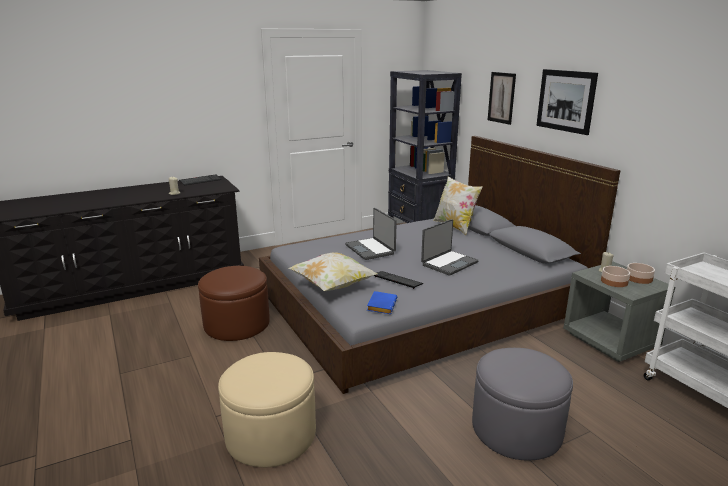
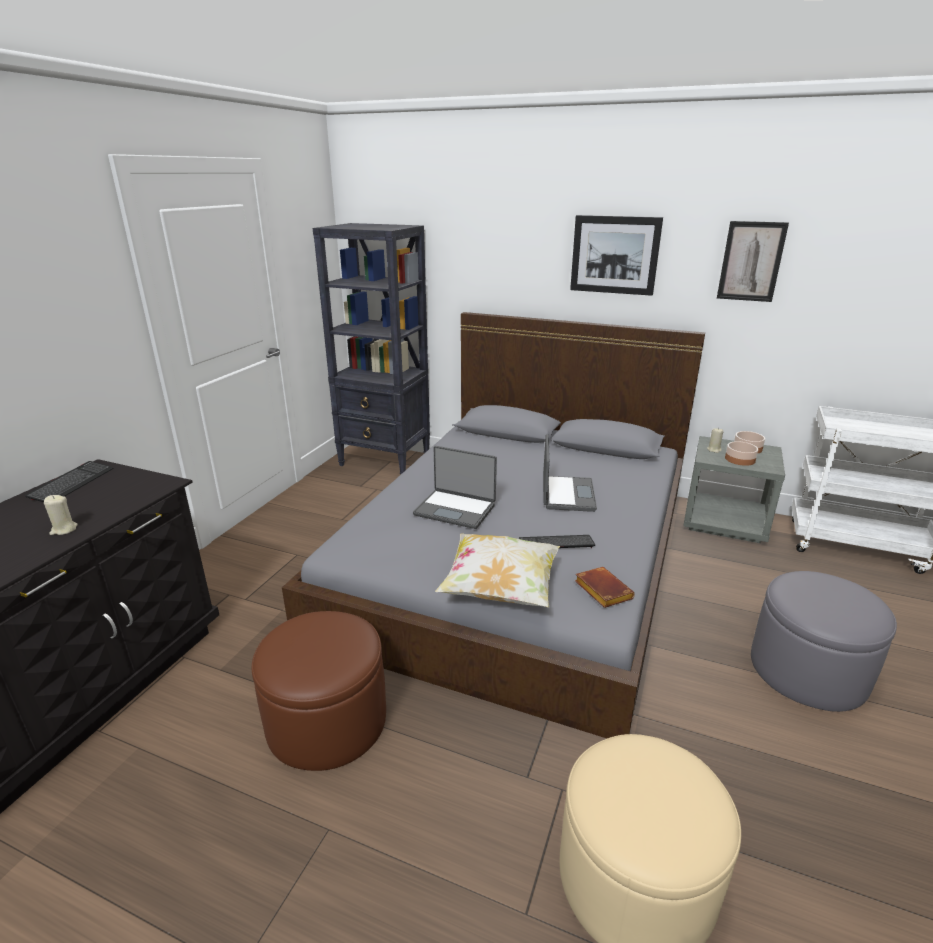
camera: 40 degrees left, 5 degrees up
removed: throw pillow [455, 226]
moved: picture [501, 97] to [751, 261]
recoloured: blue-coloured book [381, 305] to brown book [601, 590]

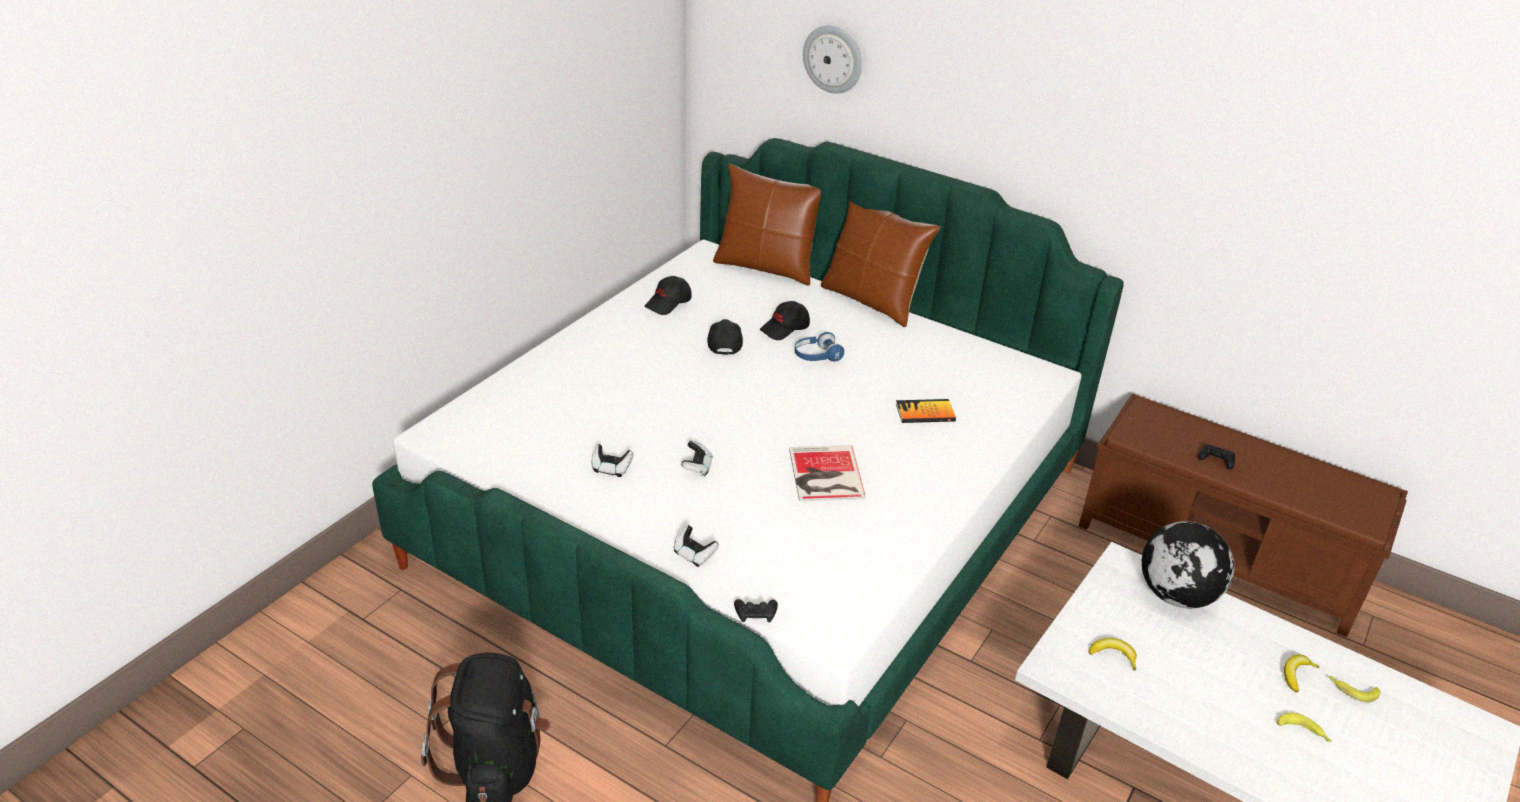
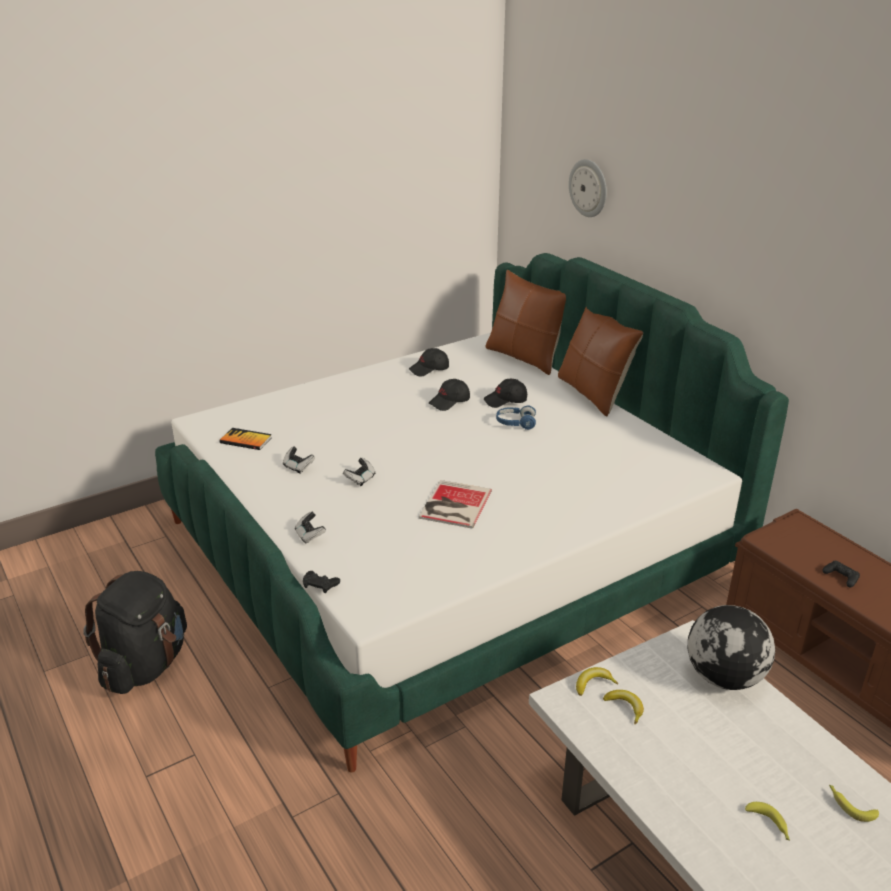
camera: 25 degrees right, 5 degrees down
moved: book [925, 413] to [246, 440]; banana fruit [1296, 674] to [593, 684]
turned: black cap [724, 343] = [450, 402] 150 degrees counterclockwise

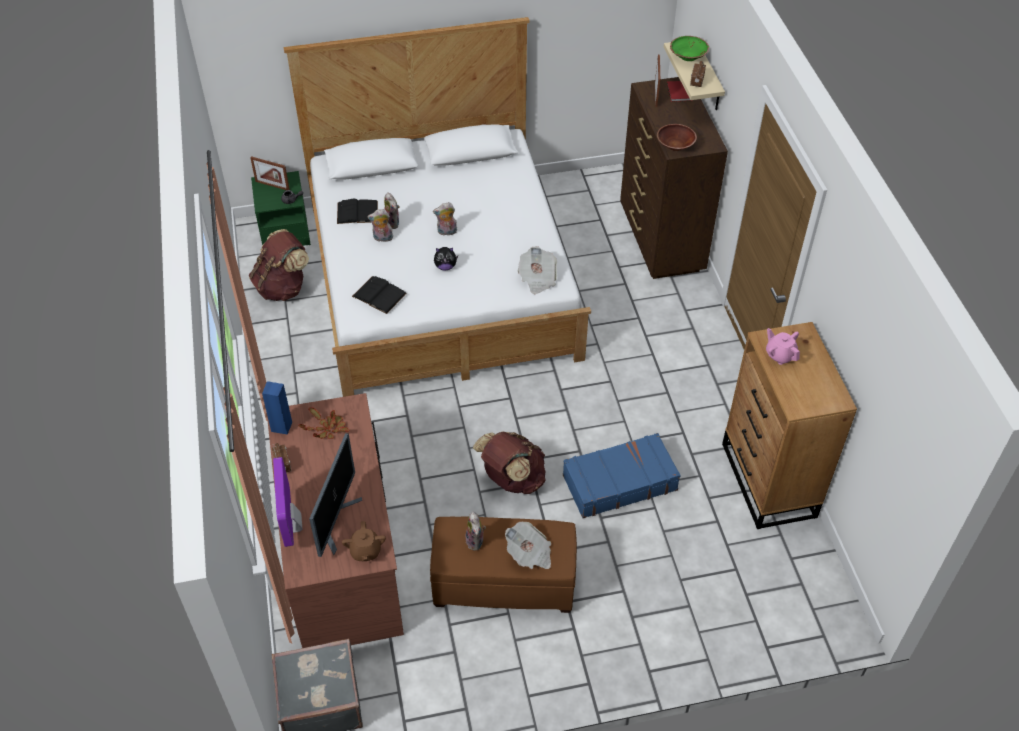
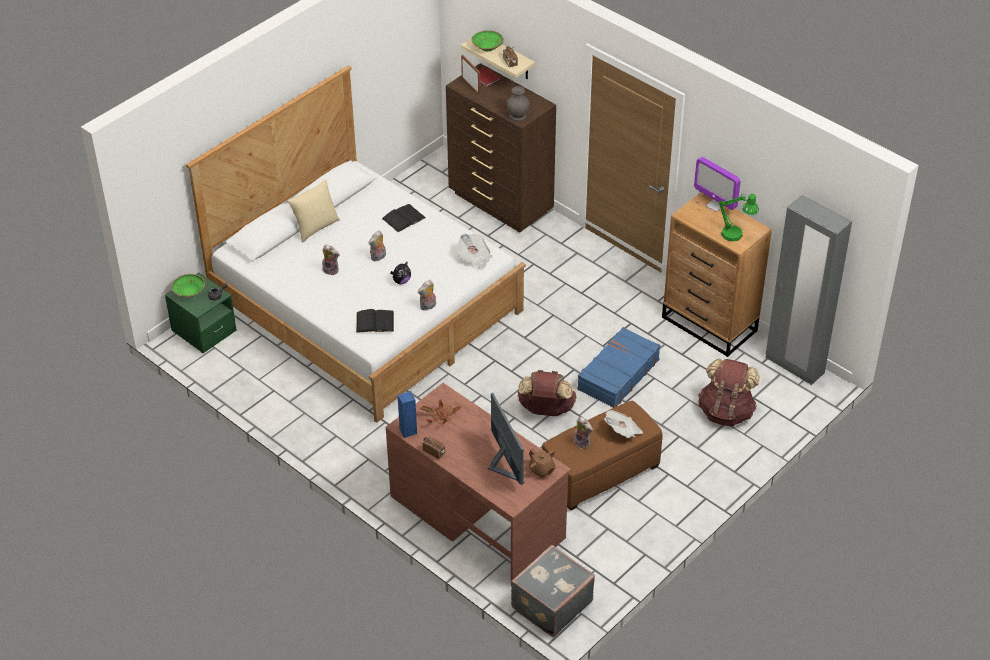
camera: 35 degrees left, 5 degrees down
removed: pink teapot [780, 355]
added: beige-coloured throw pillow [315, 228]; green-coloured lamp for a table [736, 235]; gray clothes cupboard [794, 366]
moved: brown knapsack [283, 287] to [726, 412]; monitor [291, 525] to [715, 205]; black book [357, 212] to [403, 218]; cuddly toy [382, 238] to [428, 307]
replaced: photo frame [272, 185] to green-coloured bowl [189, 292]; brown bowl [675, 145] to gray vase [518, 116]

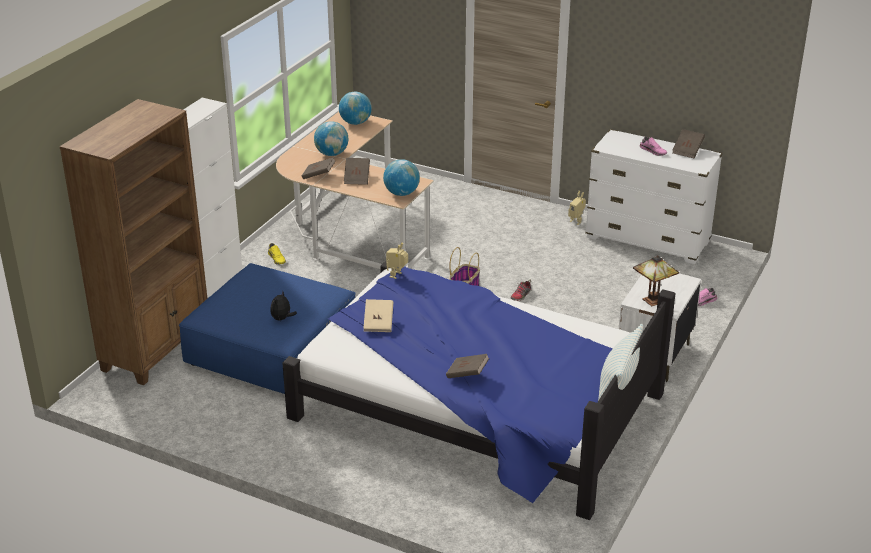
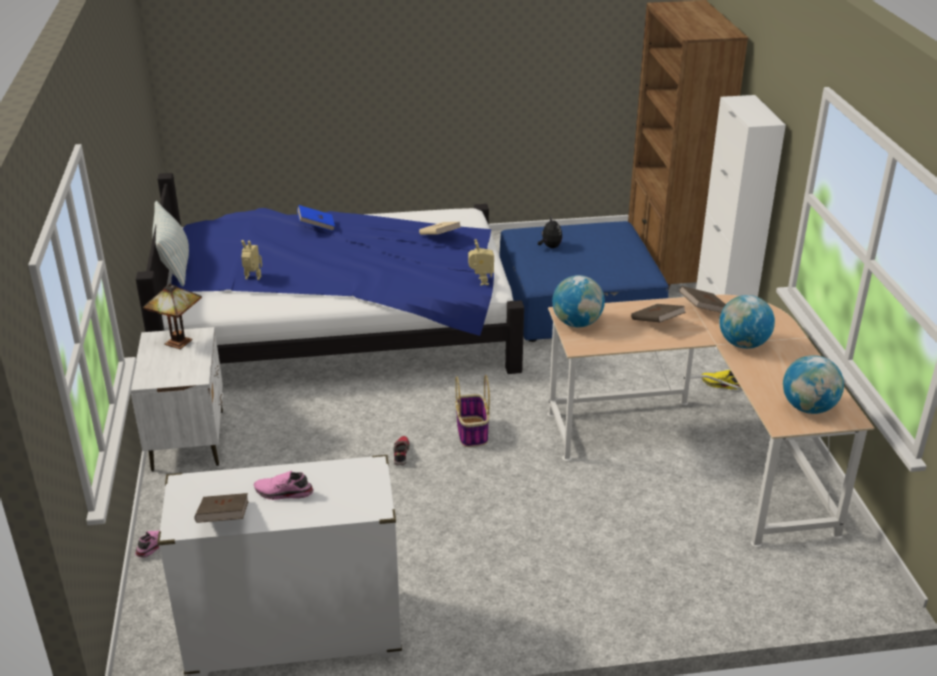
camera: 145 degrees right, 0 degrees up
moved: model robot [576, 221] to [252, 279]
recoloured: brown book [467, 374] to blue-coloured book [316, 226]

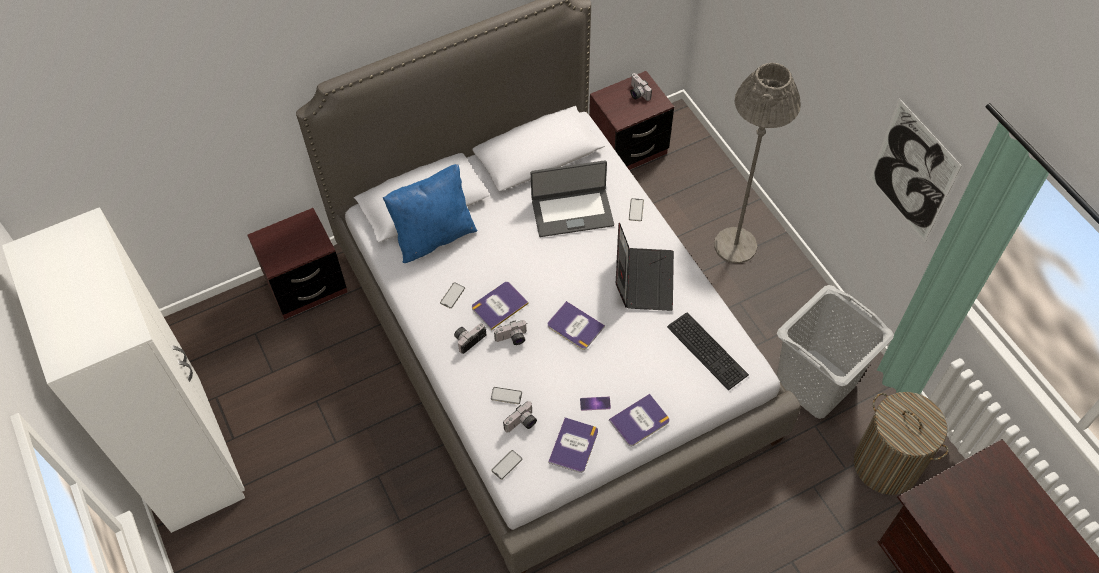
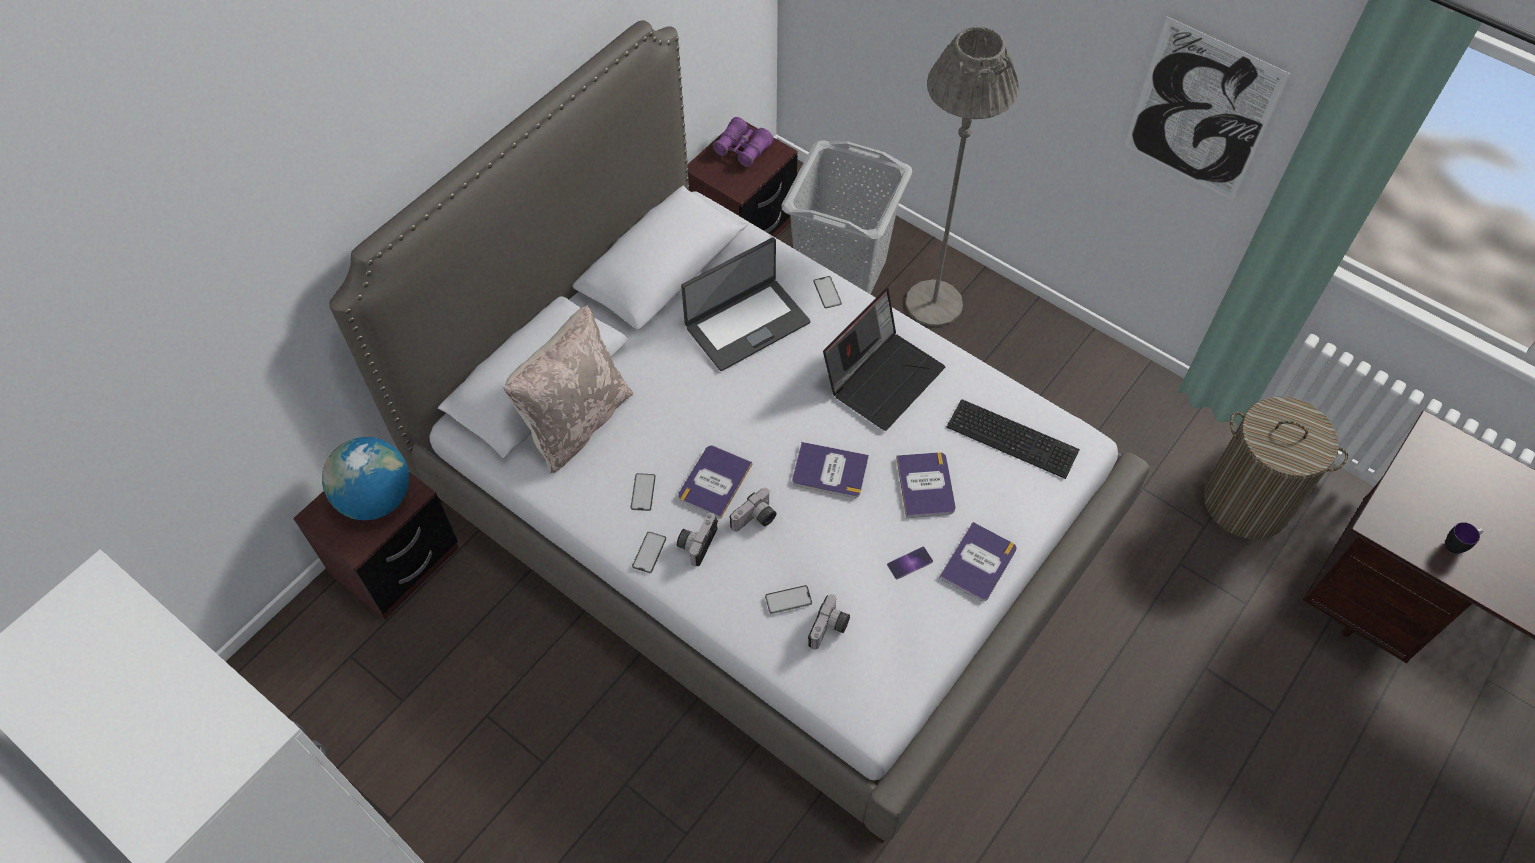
camera: 25 degrees left, 0 degrees up
added: globe [376, 498]; mug [1457, 545]
moved: phone [506, 465] to [649, 552]; book [573, 445] to [925, 485]; gray laundry basket [816, 383] to [842, 272]
replaced: still camera [637, 93] to purple-coloured pair of binoculars [742, 149]
recoloured: blue-coloured throw pillow [434, 236] to beige-coloured throw pillow [576, 421]
turned: laptop [643, 278] = [883, 377] 60 degrees clockwise

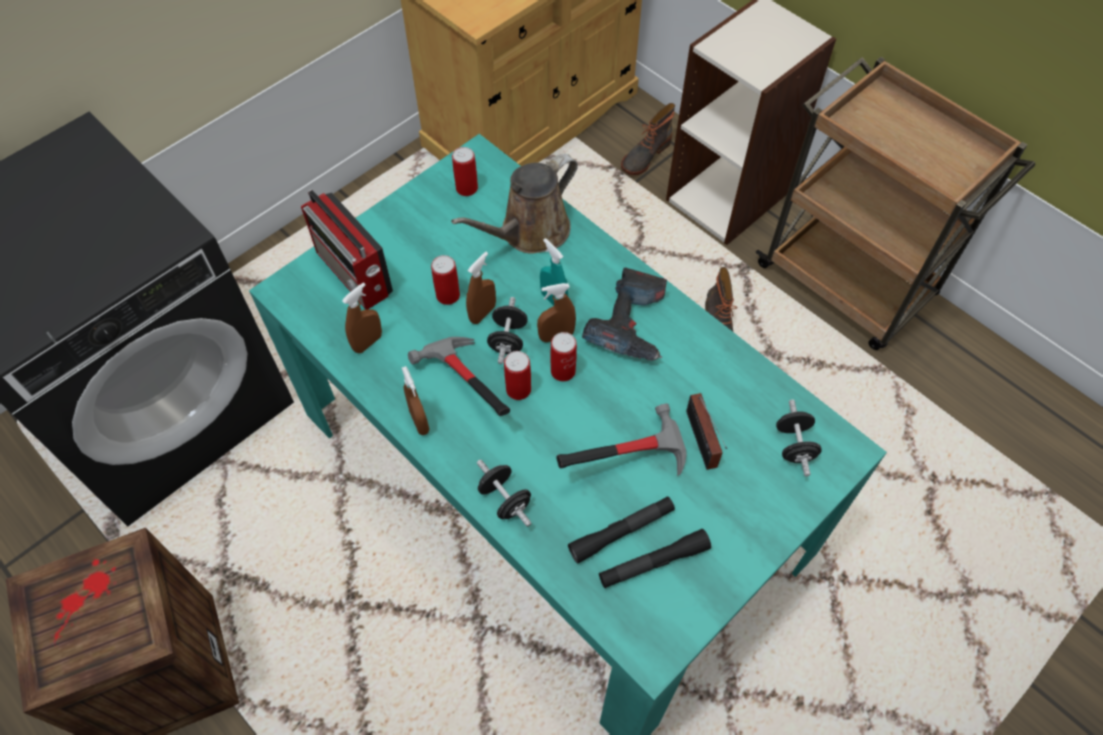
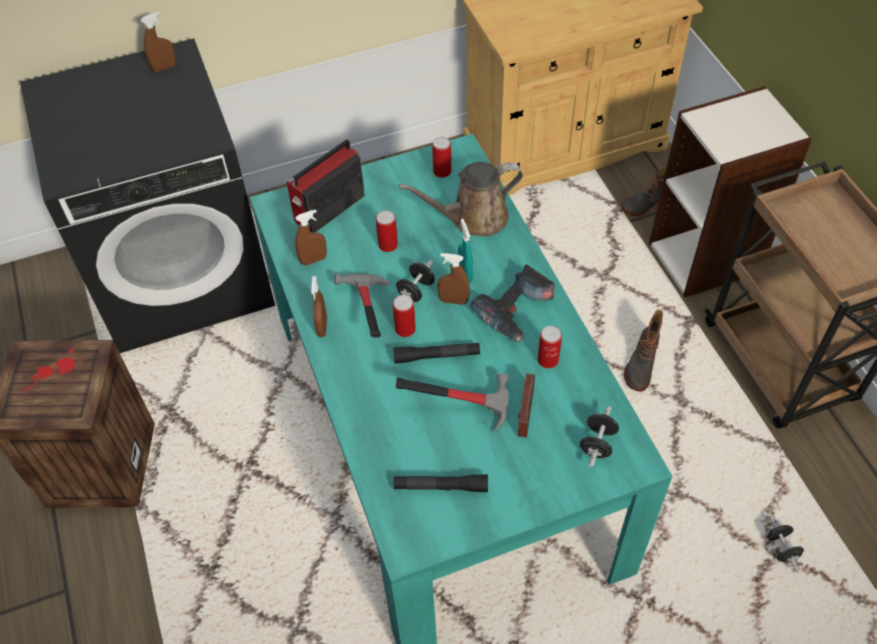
camera: 25 degrees right, 5 degrees down
moved: brown hand sprayer [482, 313] to [164, 67]; black hand weight [505, 499] to [781, 549]; sealed can [563, 371] to [548, 360]; black torch [621, 532] to [436, 356]
turned: radio receiver [355, 275] = [328, 209] 60 degrees clockwise

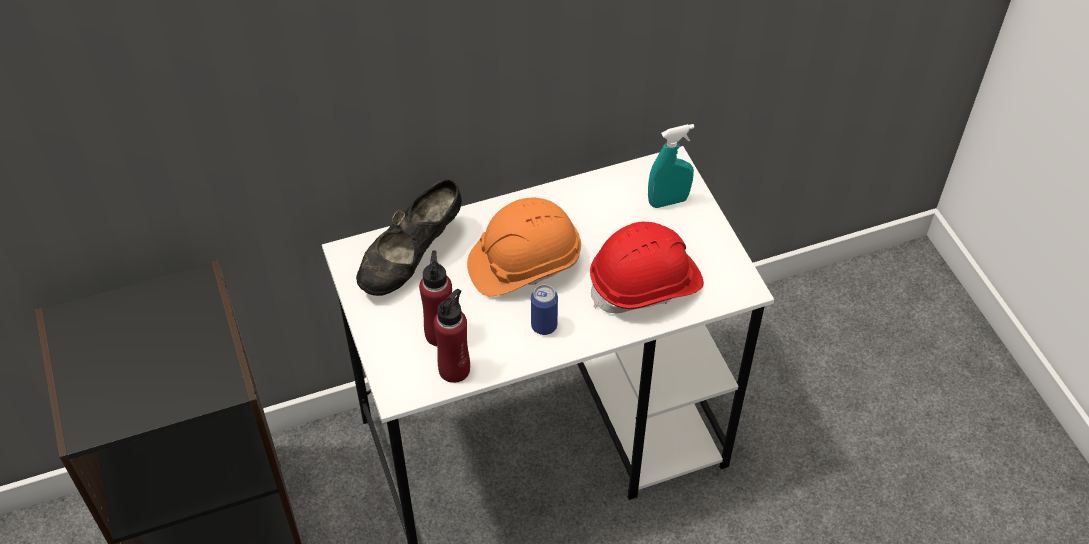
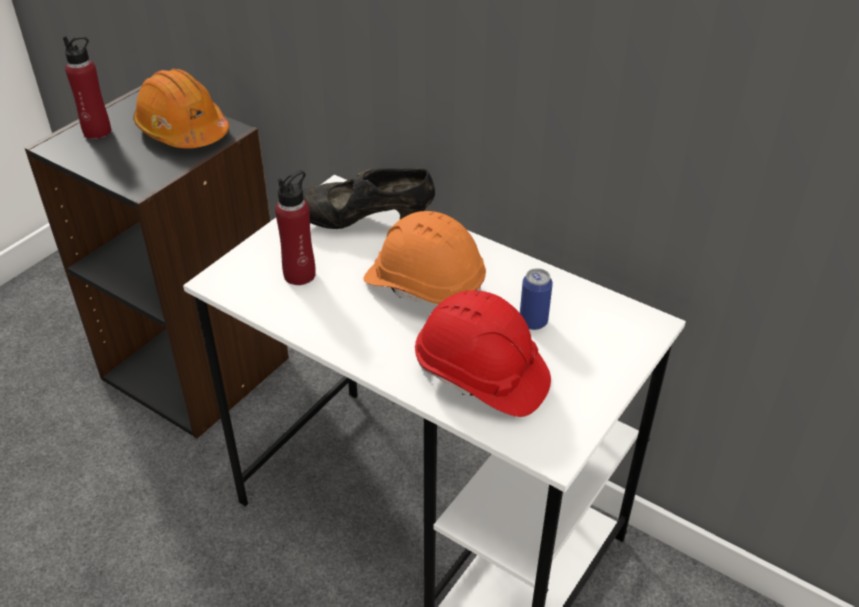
camera: 55 degrees right, 10 degrees down
removed: turquoise hand sprayer [668, 201]
added: orange safety helmet [183, 130]
moved: red-coloured bottle [454, 369] to [97, 131]; sealed can [544, 326] to [533, 322]

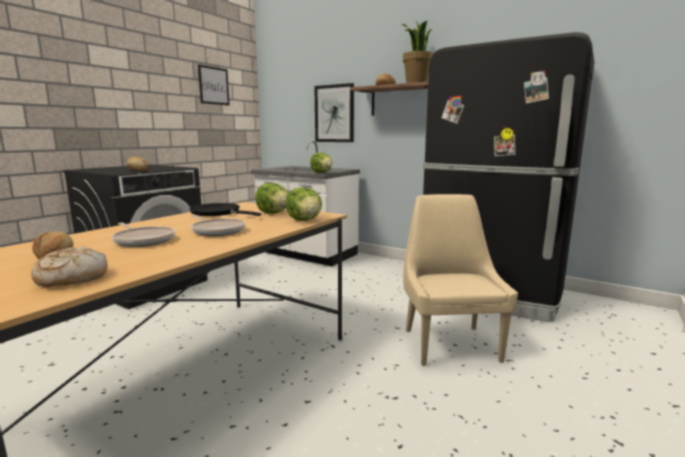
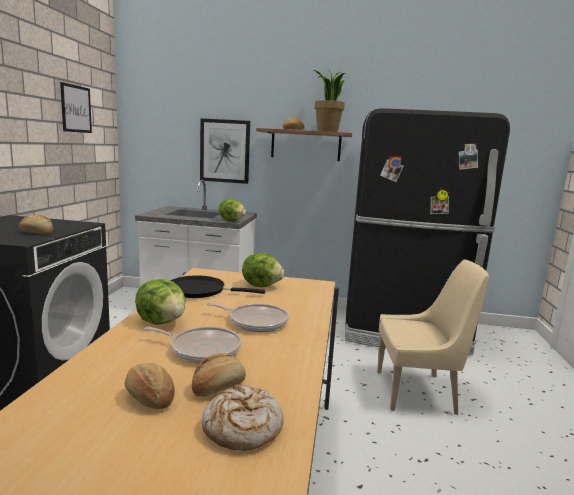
camera: 25 degrees left, 0 degrees up
added: baked bread [218, 387]
moved: head of lettuce [305, 220] to [162, 321]
turned: beige-coloured plain chair [449, 343] = [418, 392] 120 degrees clockwise

